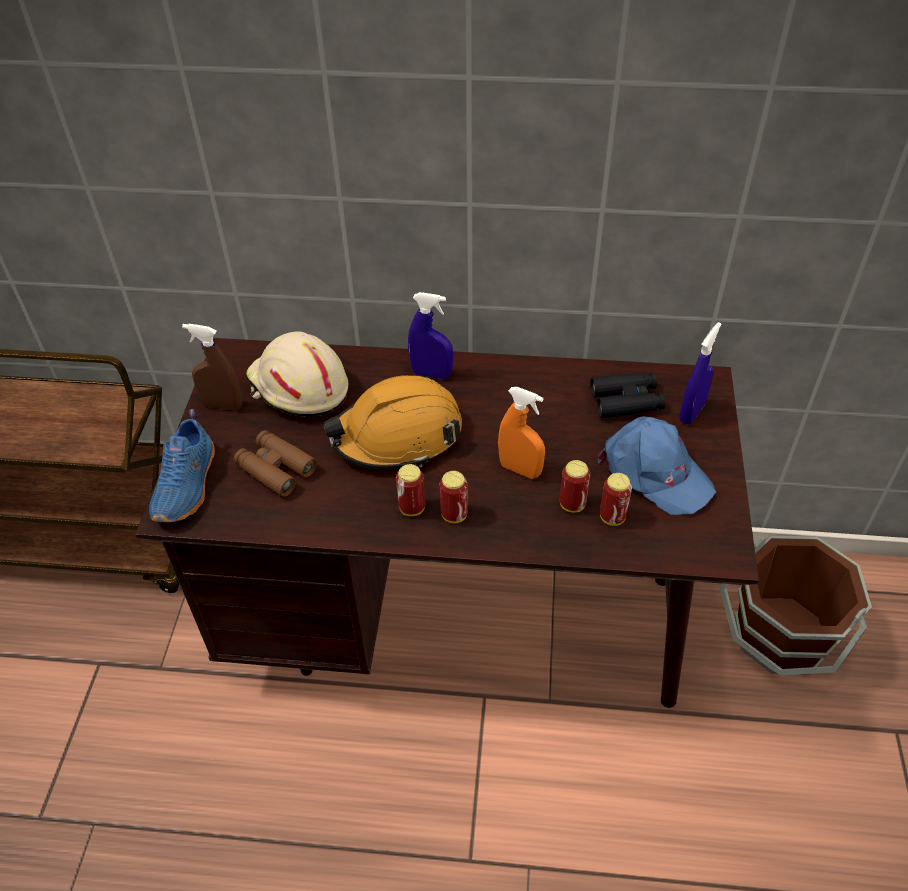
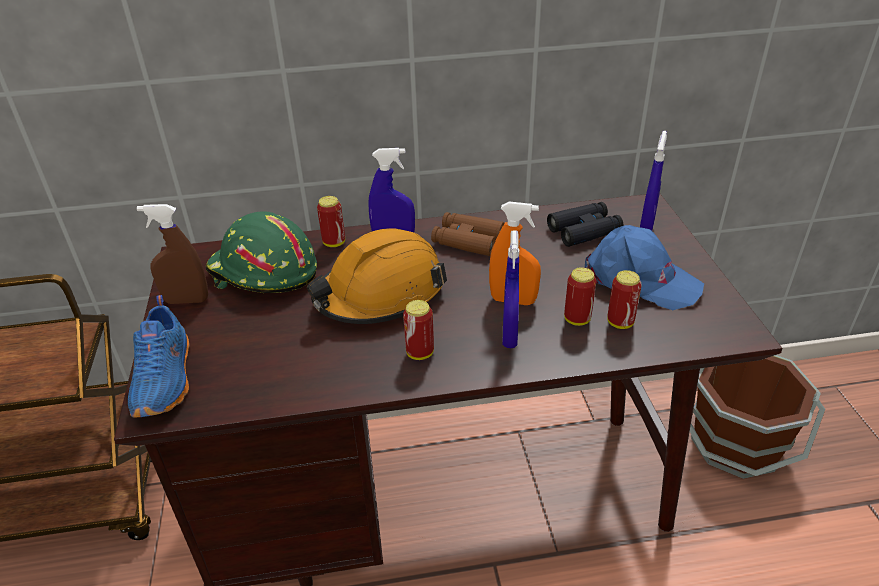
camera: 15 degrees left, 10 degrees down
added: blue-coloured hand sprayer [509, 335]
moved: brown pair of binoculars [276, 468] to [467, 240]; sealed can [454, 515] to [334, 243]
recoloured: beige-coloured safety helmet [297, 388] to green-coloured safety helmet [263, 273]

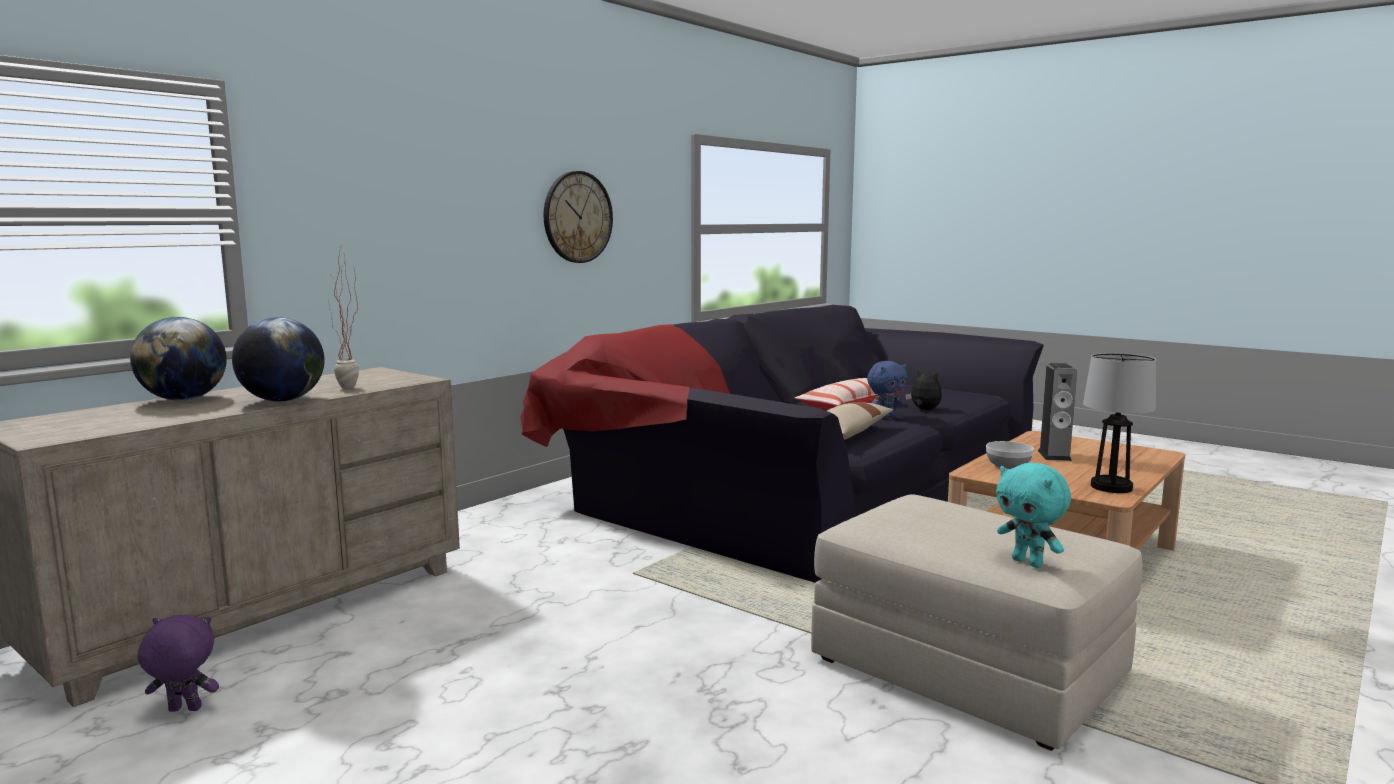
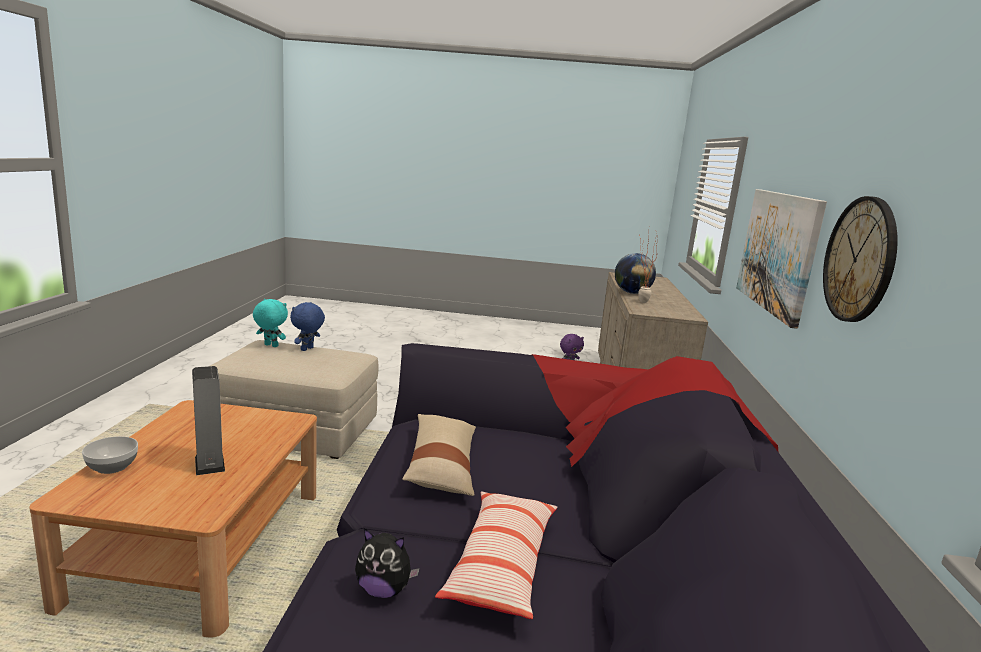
camera: 145 degrees right, 5 degrees up
removed: globe [184, 399]; lamp for a table [1110, 487]
added: picture [778, 251]
moved: blue-coloured cuddly toy [885, 417] to [307, 349]; bowl [1009, 466] to [111, 467]

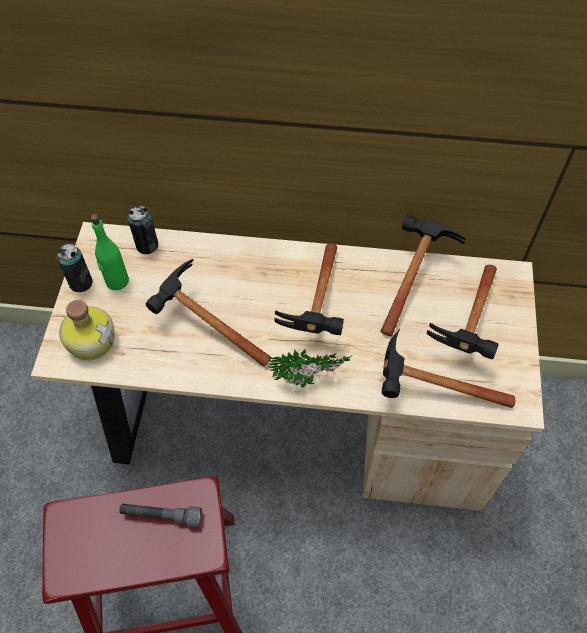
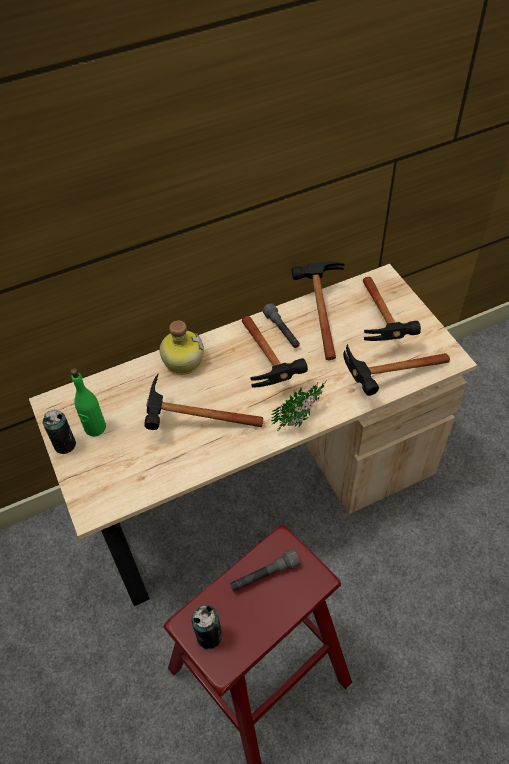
camera: 30 degrees left, 5 degrees down
added: gray torch [282, 331]
moved: bottle [91, 340] to [182, 360]; sealed can [147, 245] to [209, 636]

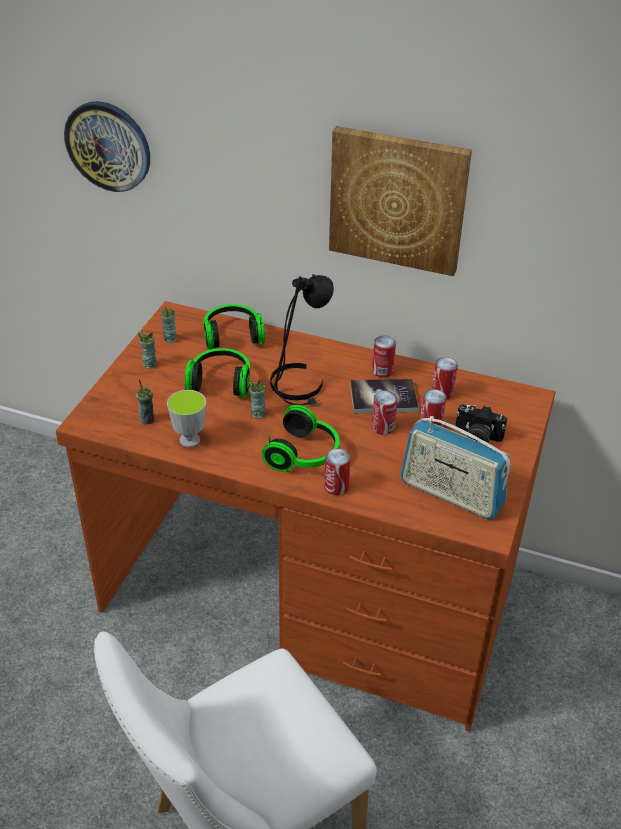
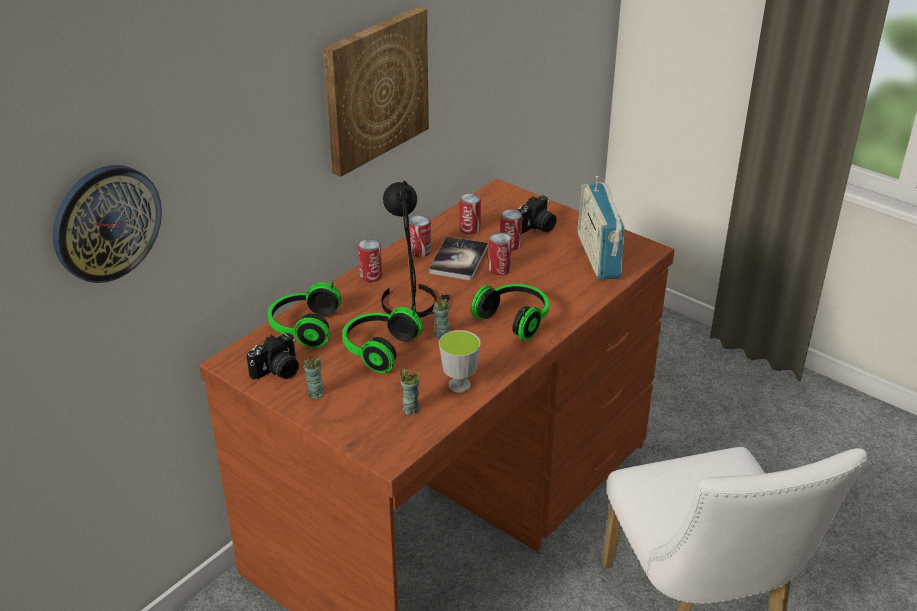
camera: 70 degrees left, 5 degrees down
moved: sealed can [336, 487] to [370, 276]
replaced: small cup [170, 339] to still camera [278, 371]
turned: radio receiver [451, 494] = [598, 256] 120 degrees clockwise

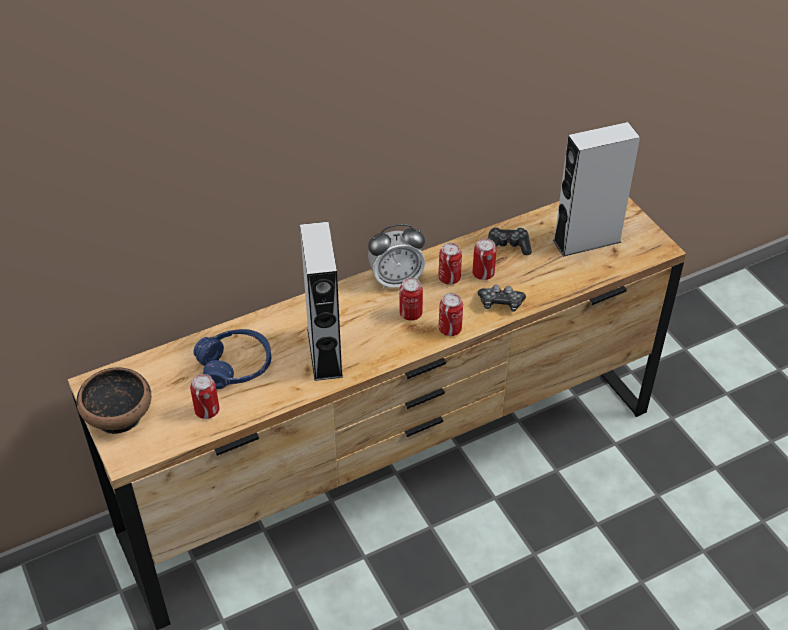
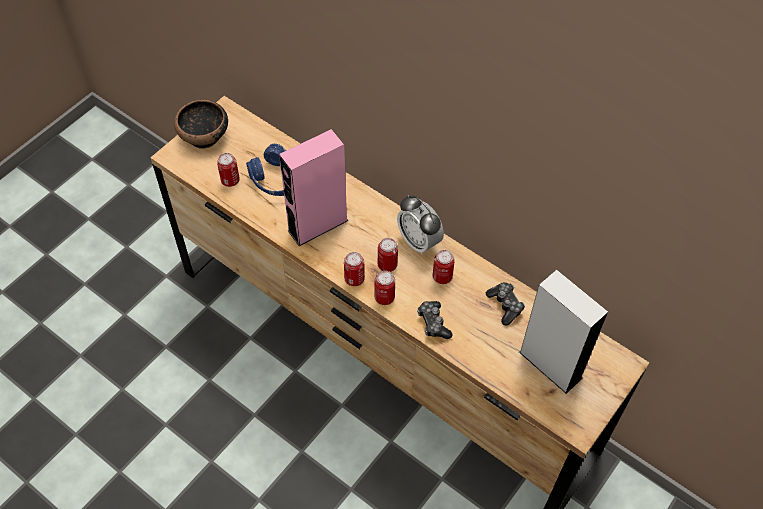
camera: 65 degrees right, 10 degrees up
moved: sealed can [483, 274] to [354, 279]
recoloured: gray loudspeaker [324, 353] to pink loudspeaker [317, 225]

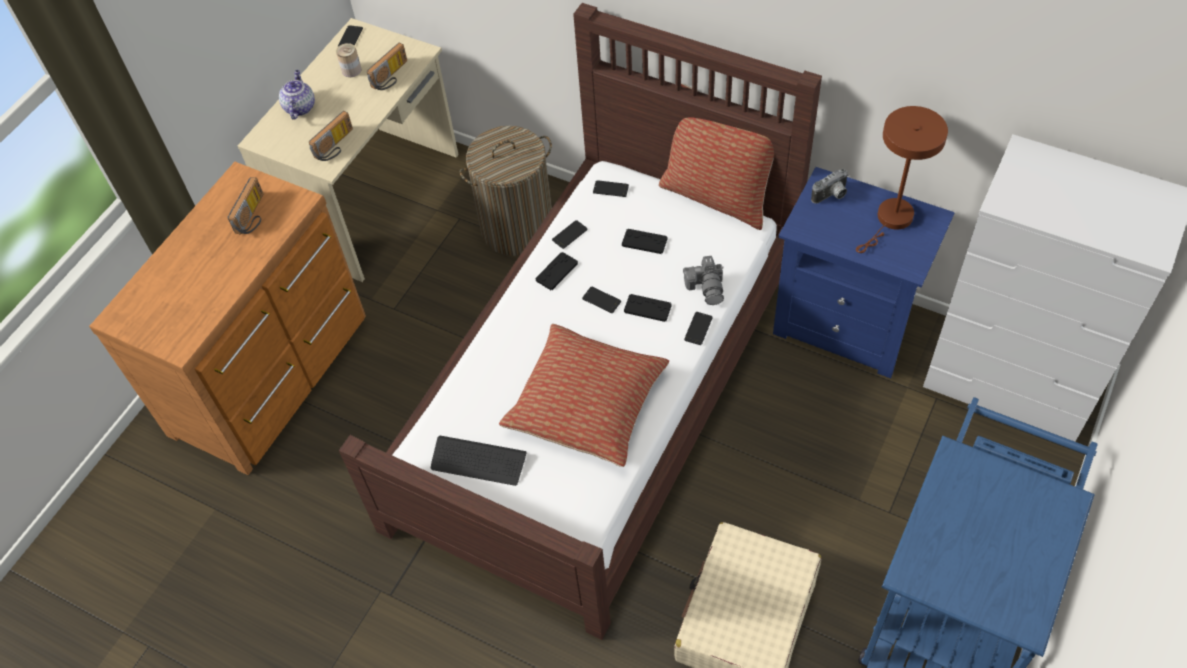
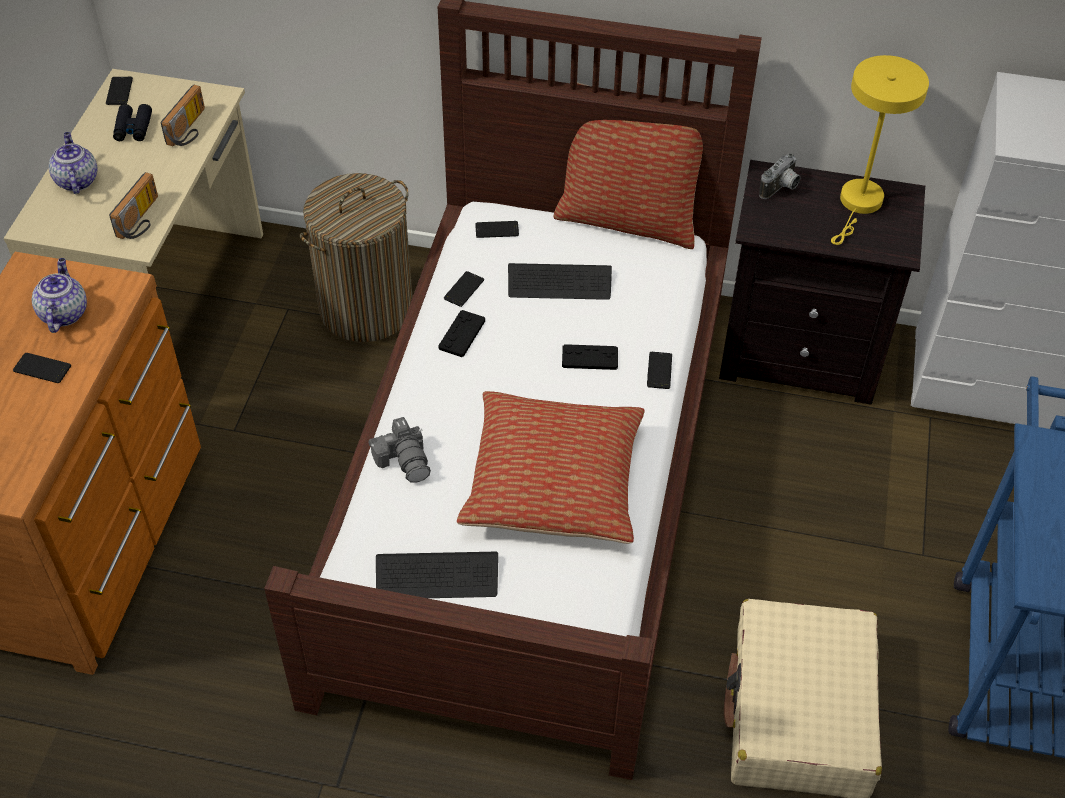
camera: 20 degrees left, 5 degrees down
moved: phone [601, 300] to [42, 368]; still camera [706, 287] to [404, 459]
replaced: radio receiver [253, 216] to teapot [63, 313]; sealed can [351, 70] to black pair of binoculars [133, 128]; black gamepad [644, 242] to computer keyboard [559, 283]
recoloured: blue-coloured bedside table [847, 324] to black bedside table [801, 353]; brown lamp for a table [891, 220] to yellow lamp for a table [859, 204]

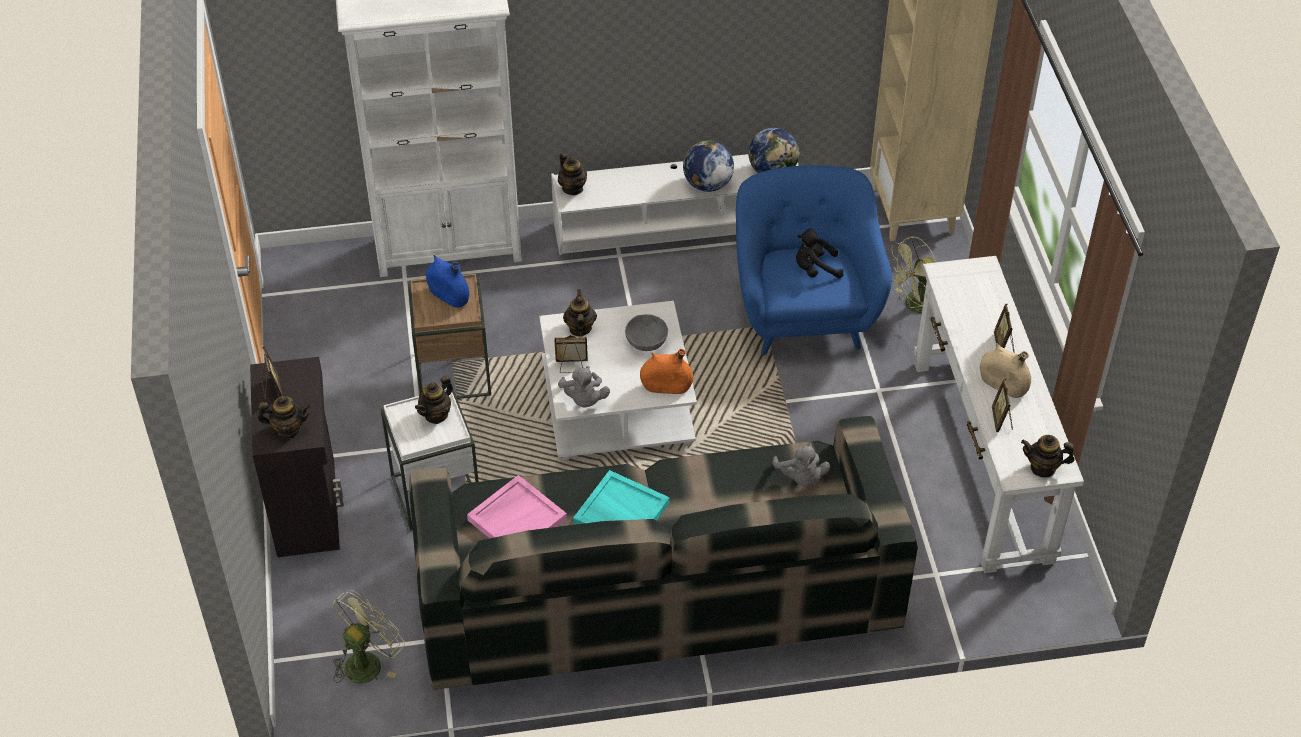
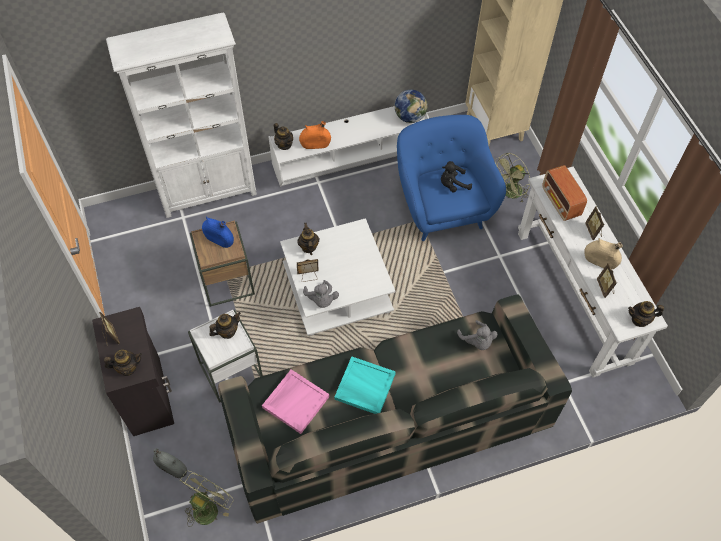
camera: 10 degrees left, 10 degrees up
removed: gray bowl [646, 341]; globe [707, 184]
added: gray vase [172, 468]; radio receiver [561, 203]
moved: orange vase [666, 387] to [315, 145]
turned: teapot [436, 414] = [227, 331] 150 degrees counterclockwise

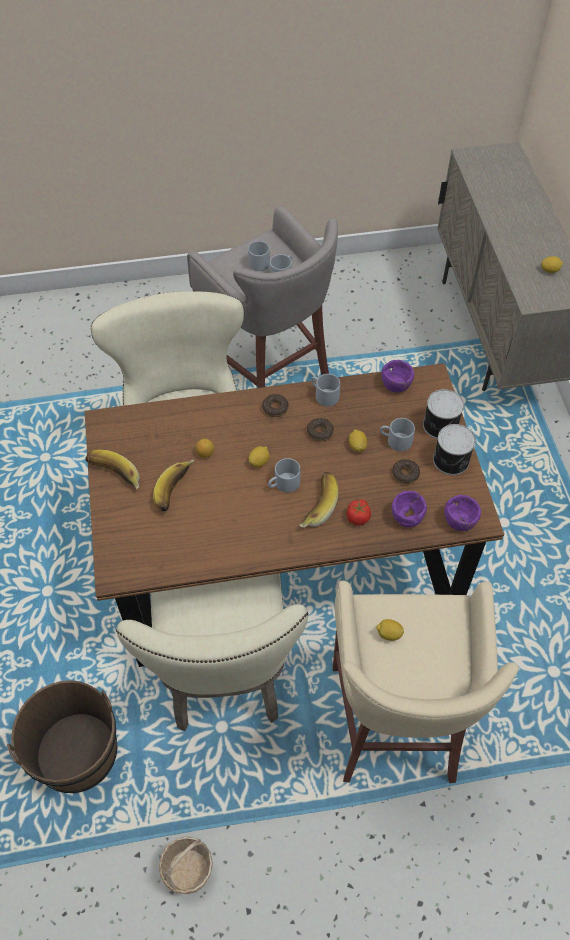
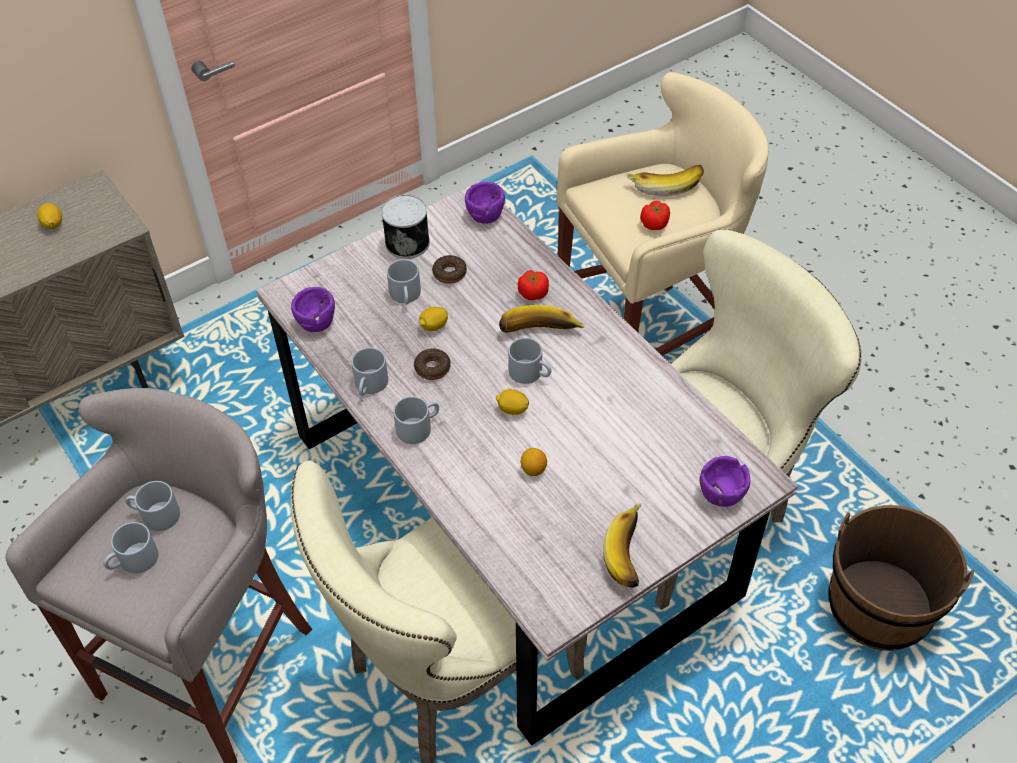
camera: 115 degrees left, 5 degrees down
removed: household basket [188, 871]; sealed can [441, 426]
moved: banana fruit [177, 491] to [665, 183]; purple-coloured bowl [407, 517] to [721, 494]
replaced: doughnut [275, 408] to gray mug [418, 427]; citrus fruit [389, 634] to tomato [654, 224]
recoloured: brown dining table [285, 558] to gray dining table [513, 511]

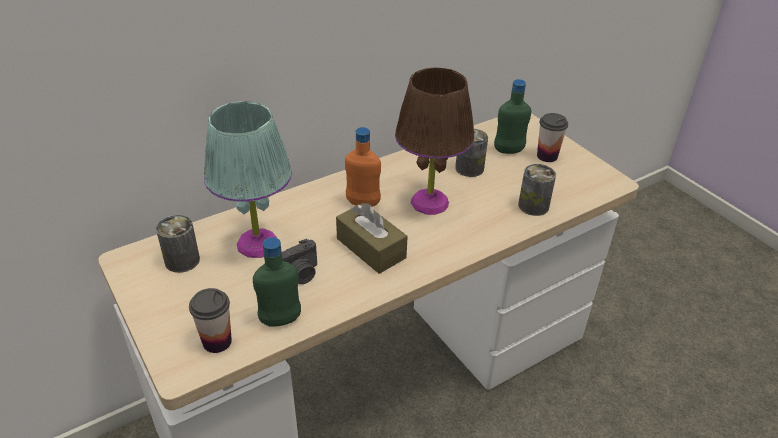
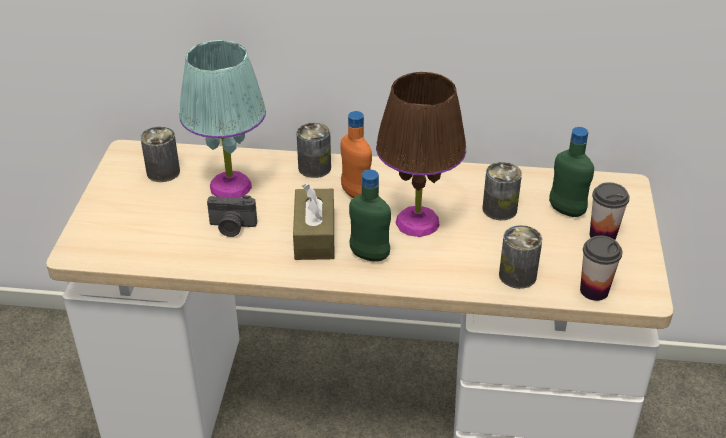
camera: 40 degrees right, 0 degrees up
added: sealed can [314, 168]
moved: small cup [217, 341] to [594, 290]; green-coloured bottle [280, 320] to [369, 255]

